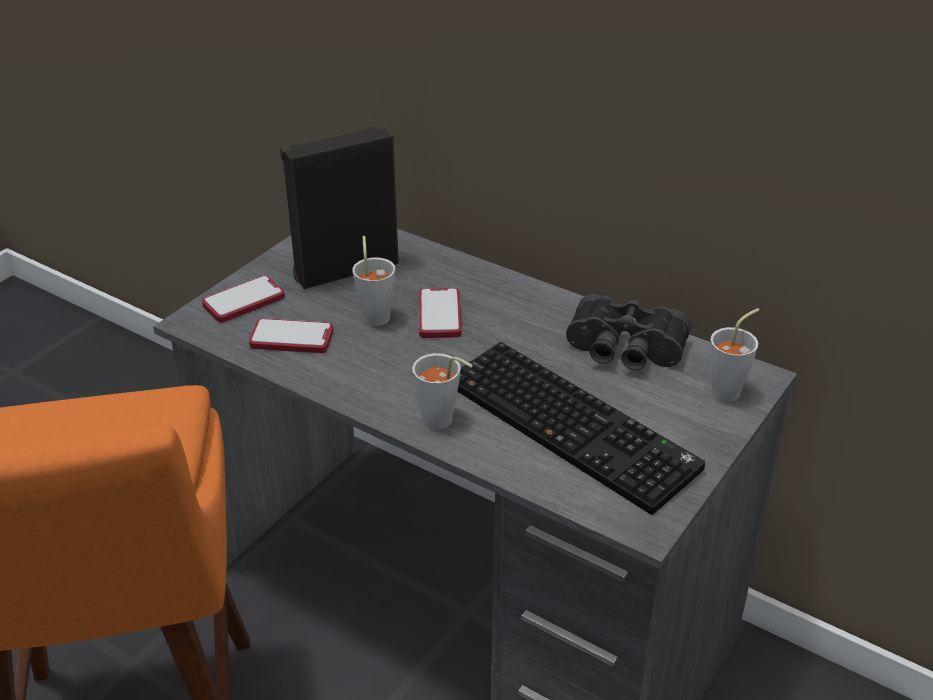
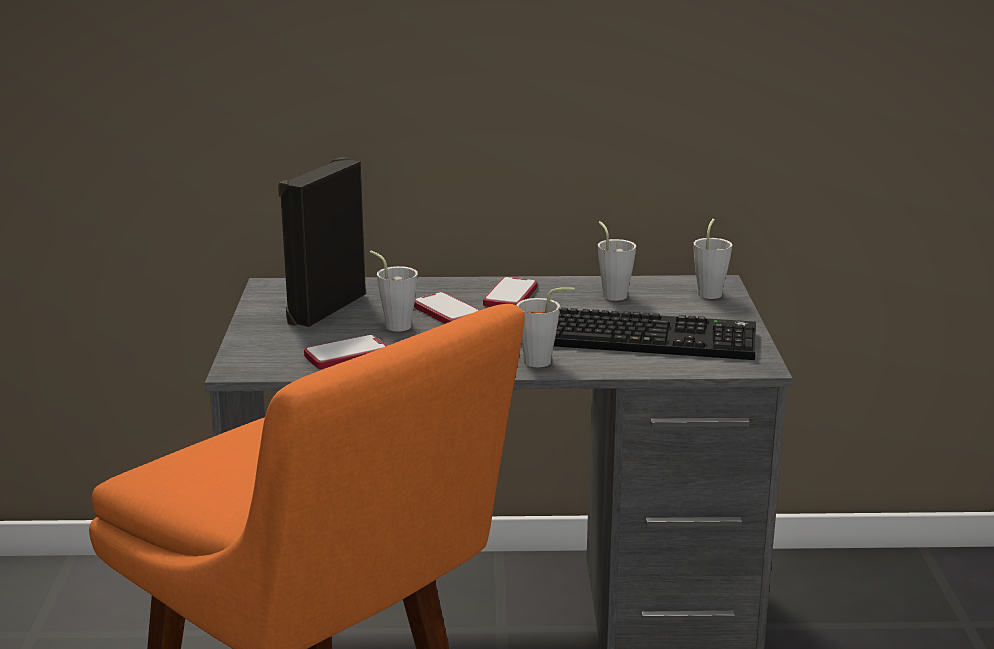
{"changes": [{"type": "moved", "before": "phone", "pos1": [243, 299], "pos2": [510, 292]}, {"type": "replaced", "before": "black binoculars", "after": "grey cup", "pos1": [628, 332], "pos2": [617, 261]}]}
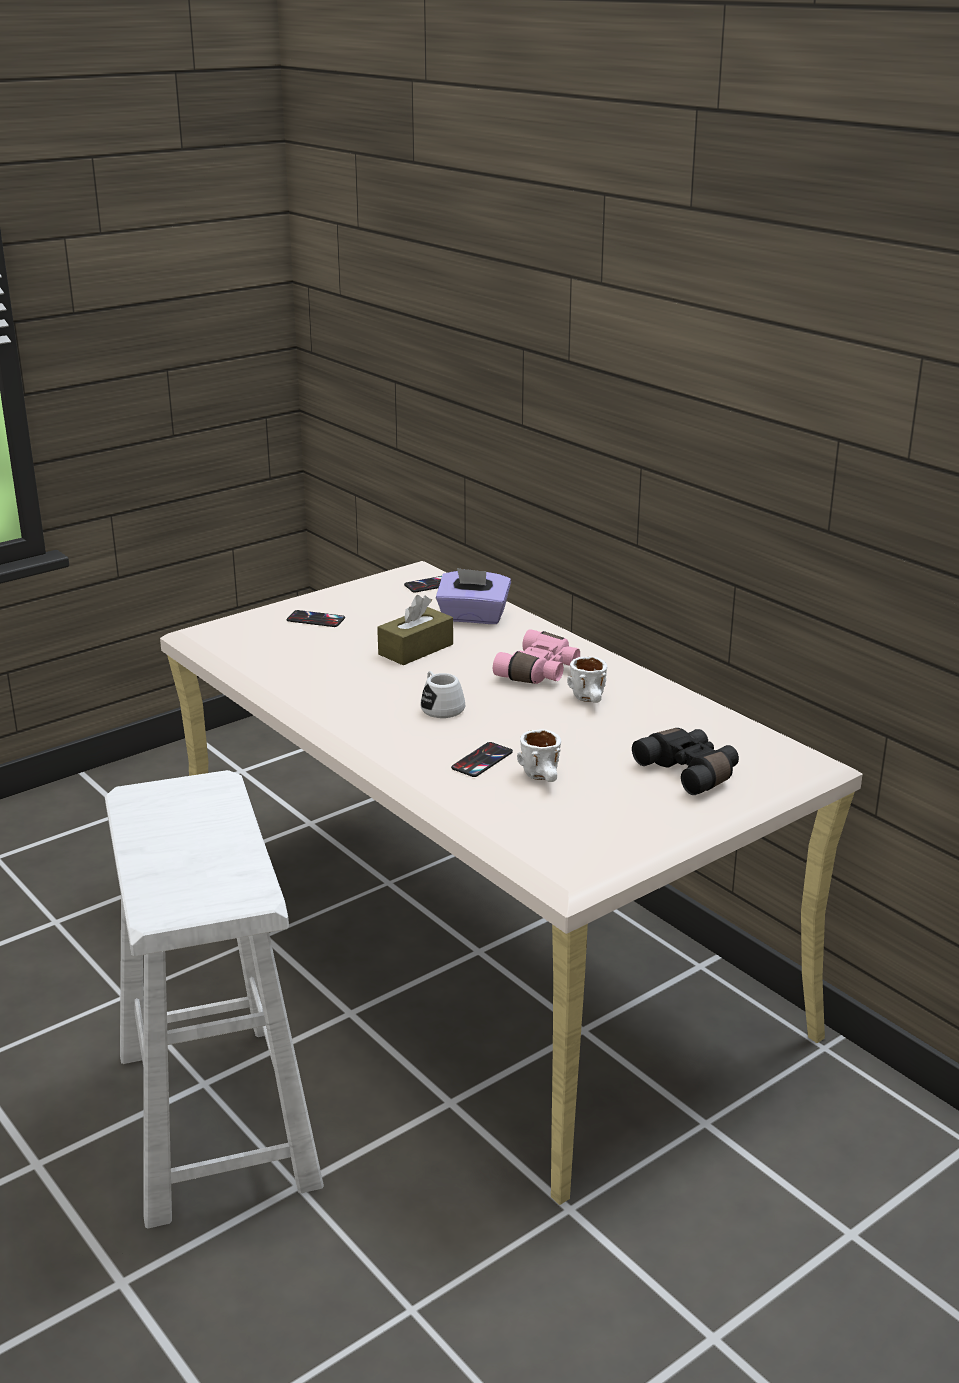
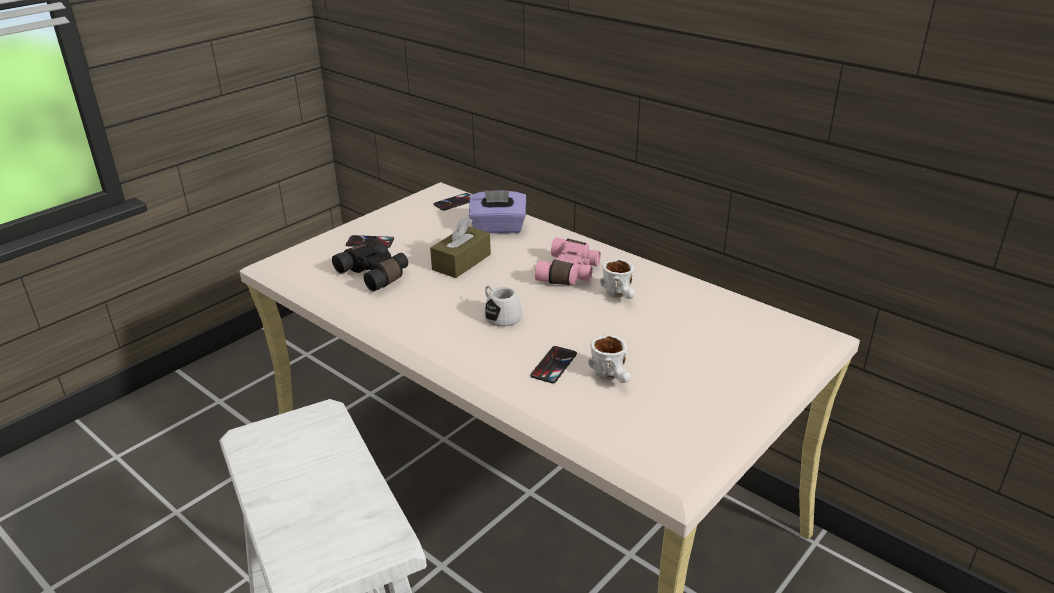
{"changes": [{"type": "moved", "before": "black binoculars", "pos1": [685, 761], "pos2": [370, 267]}]}
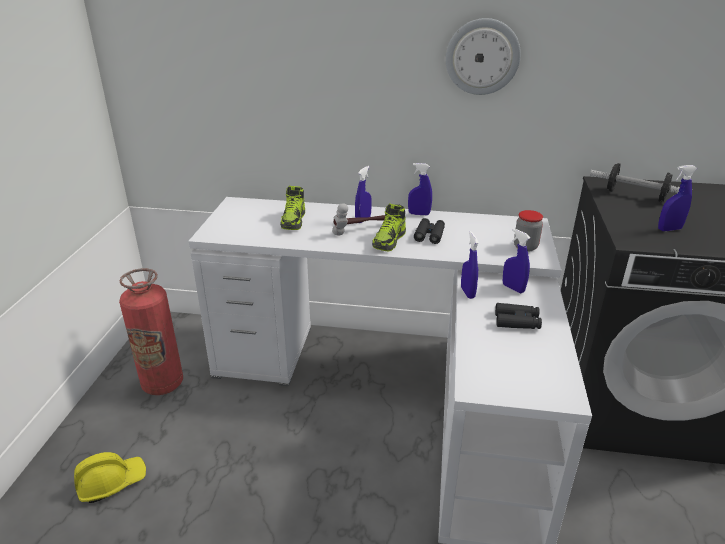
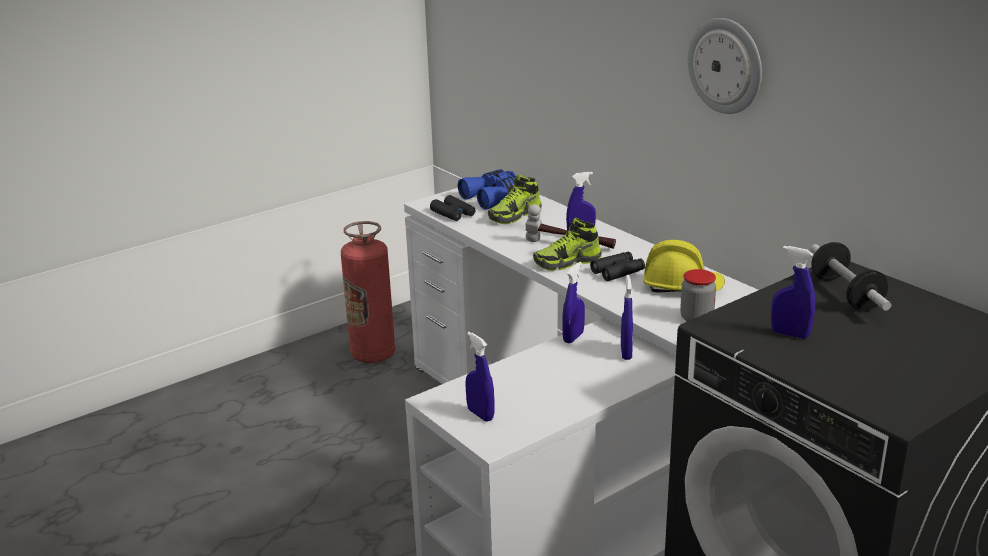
{"changes": [{"type": "moved", "before": "black binoculars", "pos1": [518, 316], "pos2": [453, 208]}, {"type": "added", "after": "blue binoculars", "pos2": [487, 189]}, {"type": "moved", "before": "blue spray bottle", "pos1": [420, 189], "pos2": [480, 377]}, {"type": "moved", "before": "yellow hard hat", "pos1": [110, 477], "pos2": [684, 266]}]}
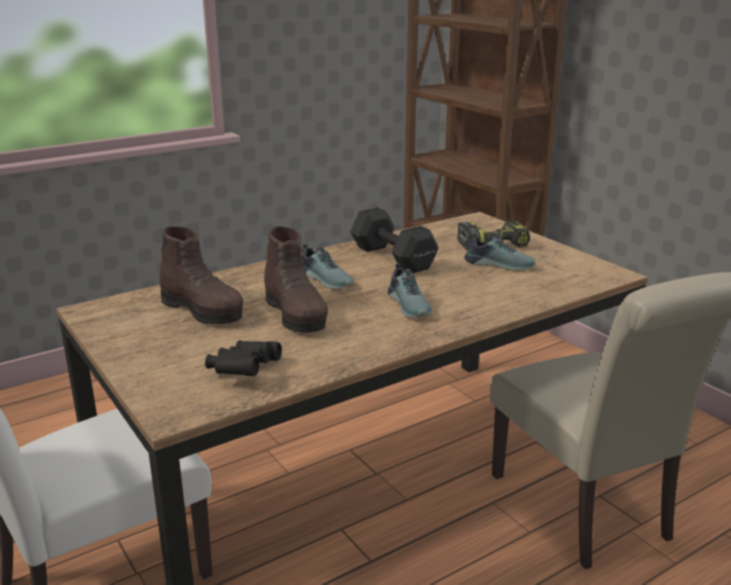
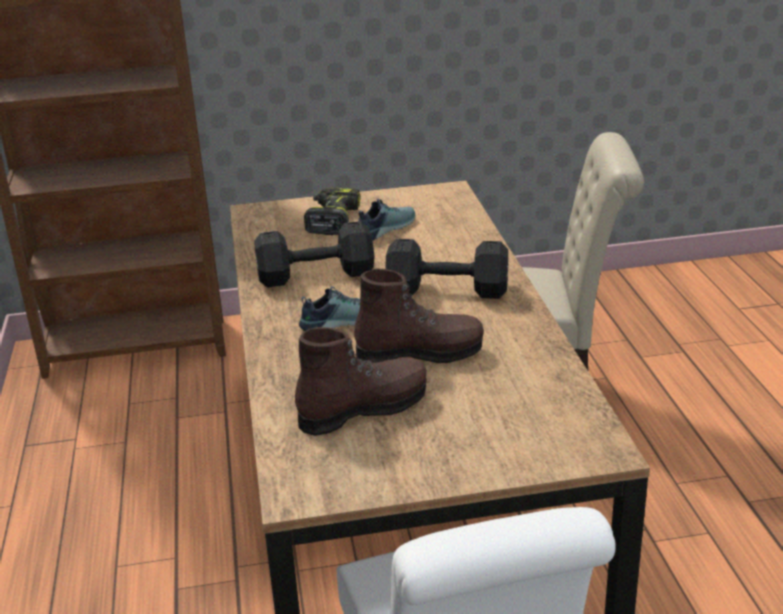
{"changes": [{"type": "replaced", "before": "shoe", "after": "black dumbbell", "pos1": [410, 290], "pos2": [447, 269]}, {"type": "removed", "before": "black binoculars", "pos1": [243, 358]}]}
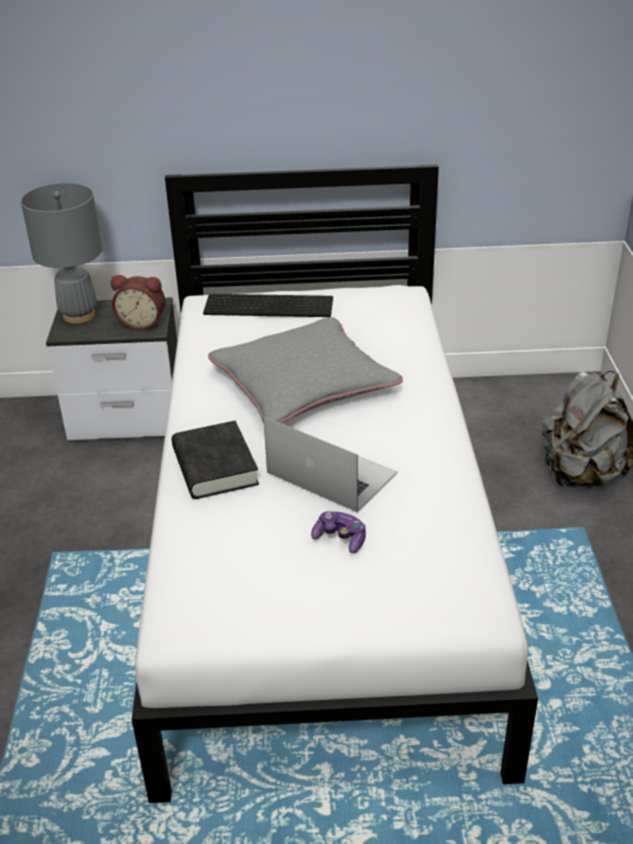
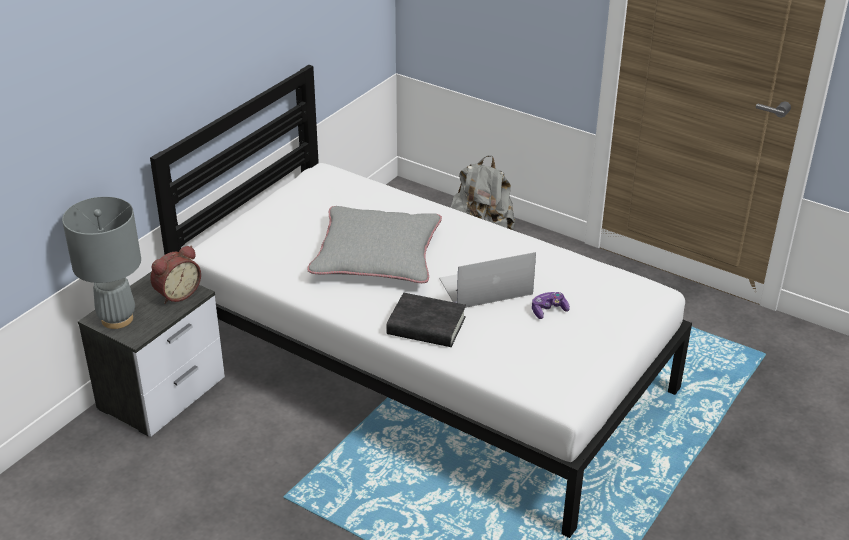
{"changes": [{"type": "removed", "before": "keyboard", "pos1": [268, 305]}]}
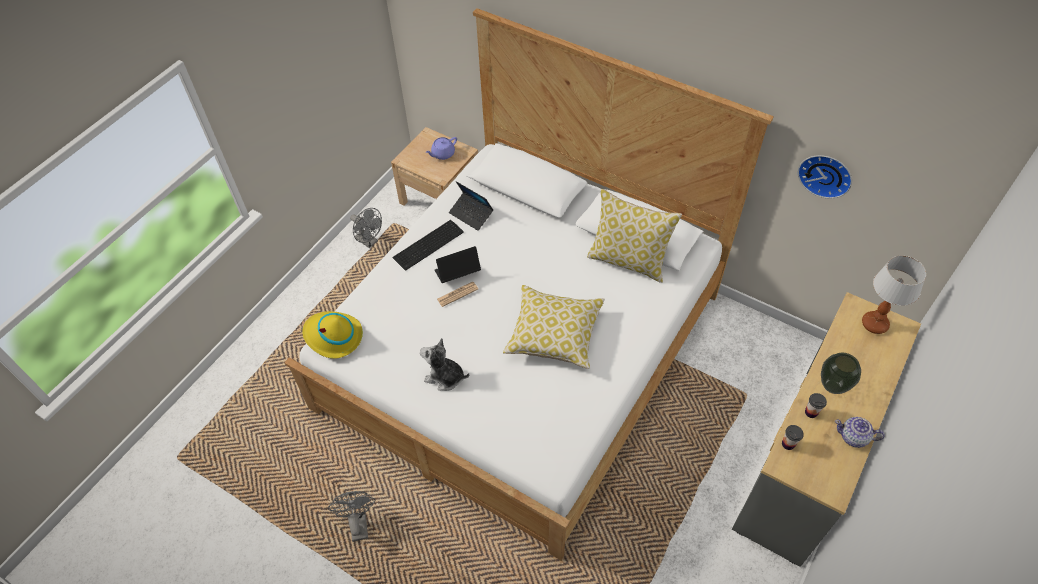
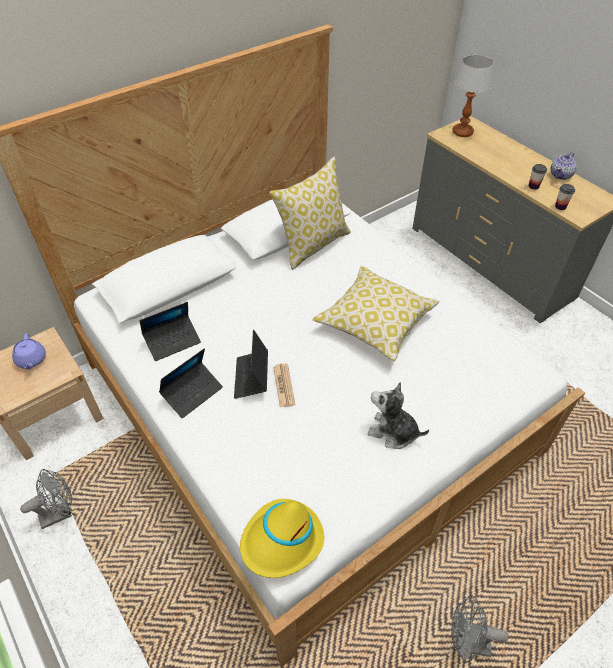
{"changes": [{"type": "replaced", "before": "keyboard", "after": "laptop", "pos1": [428, 245], "pos2": [191, 383]}, {"type": "turned", "before": "plush toy", "pos1": [444, 364], "pos2": [398, 415], "turn": 75}, {"type": "removed", "before": "wall clock", "pos1": [825, 176]}, {"type": "removed", "before": "vase", "pos1": [841, 373]}]}
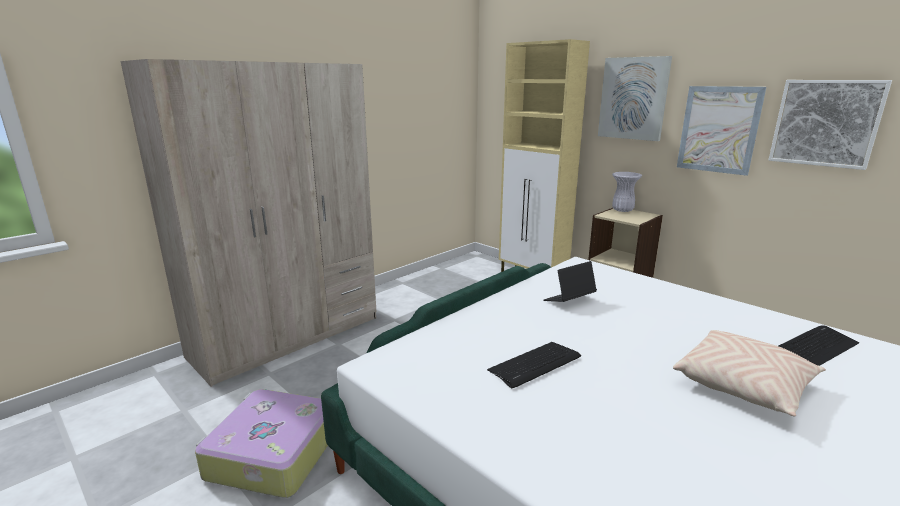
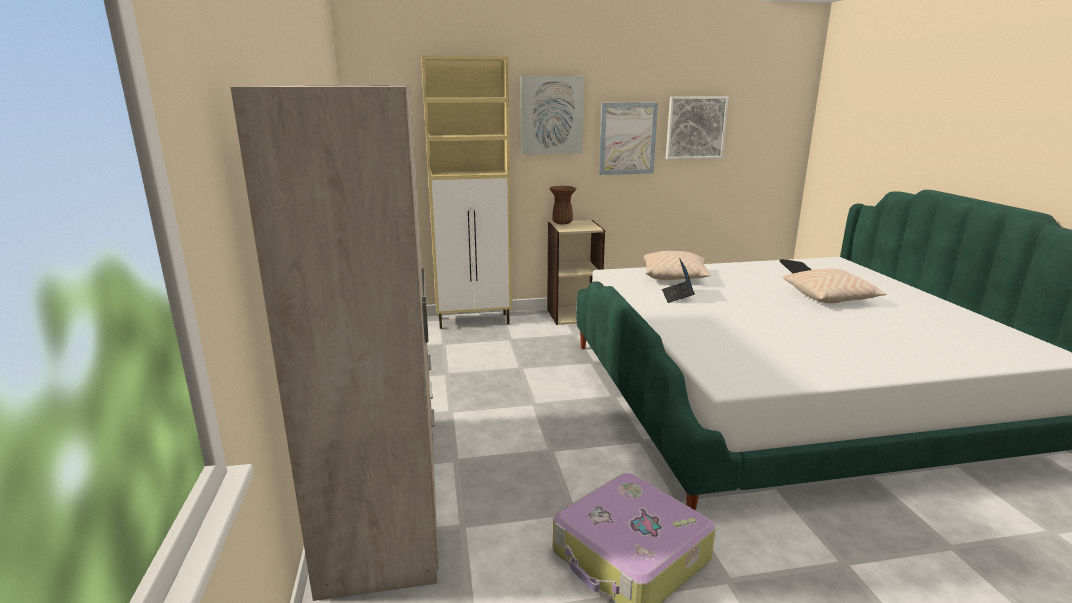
{"changes": [{"type": "recoloured", "before": "white vase", "after": "brown vase", "pos1": [627, 192], "pos2": [563, 205]}, {"type": "added", "after": "beige pillow", "pos2": [677, 265]}, {"type": "removed", "before": "keyboard", "pos1": [534, 365]}]}
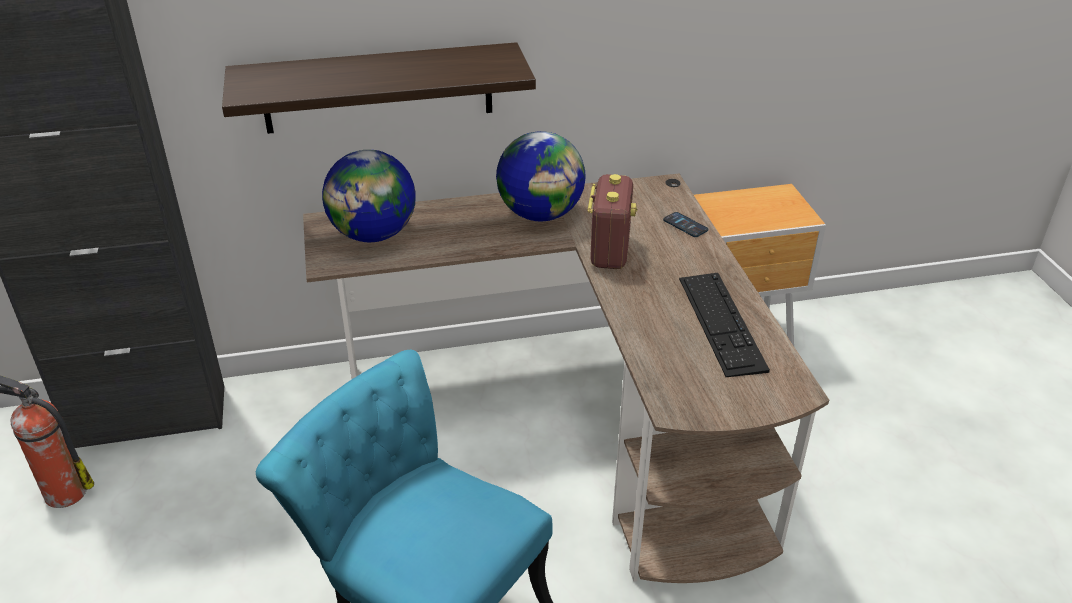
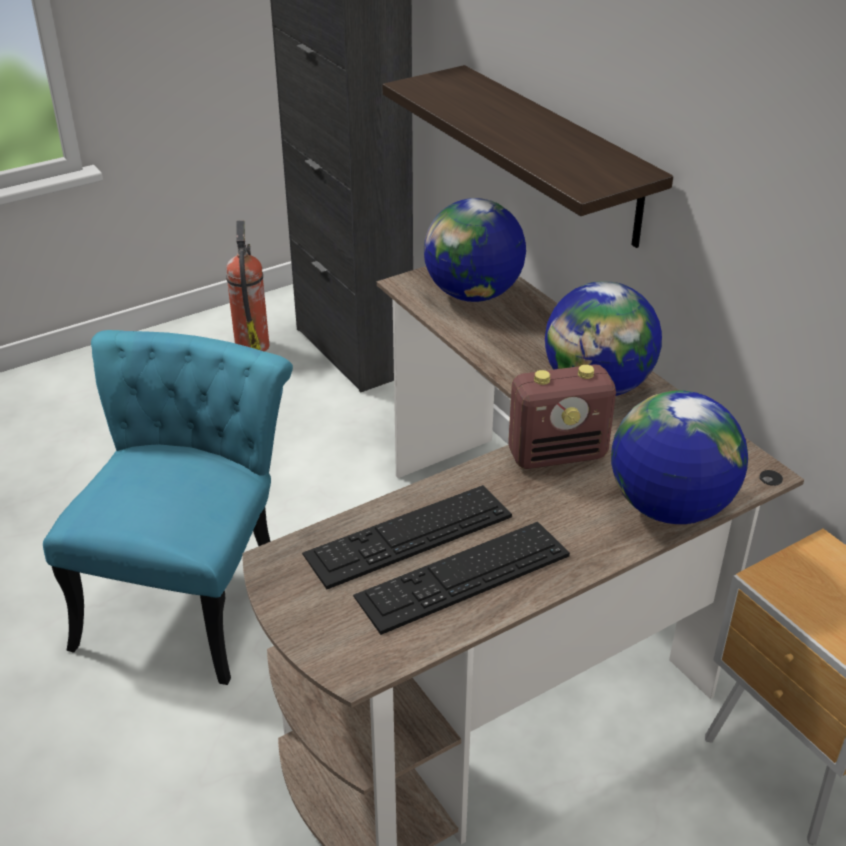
{"changes": [{"type": "added", "after": "keyboard", "pos2": [407, 537]}, {"type": "replaced", "before": "phone", "after": "globe", "pos1": [685, 224], "pos2": [679, 457]}]}
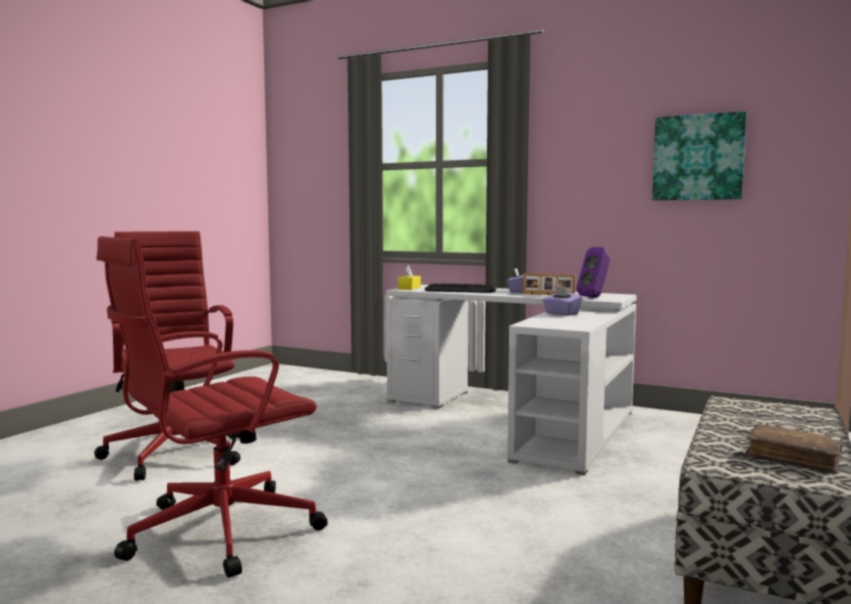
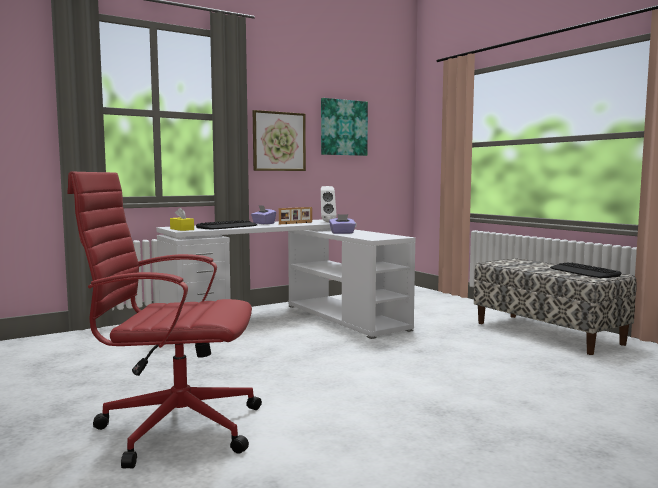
{"changes": [{"type": "added", "after": "picture", "pos2": [279, 140]}, {"type": "recoloured", "before": "purple speaker", "after": "white speaker", "pos1": [593, 272], "pos2": [329, 204]}, {"type": "replaced", "before": "brown book", "after": "keyboard", "pos1": [794, 449], "pos2": [585, 270]}, {"type": "removed", "before": "red office chair", "pos1": [212, 407]}]}
